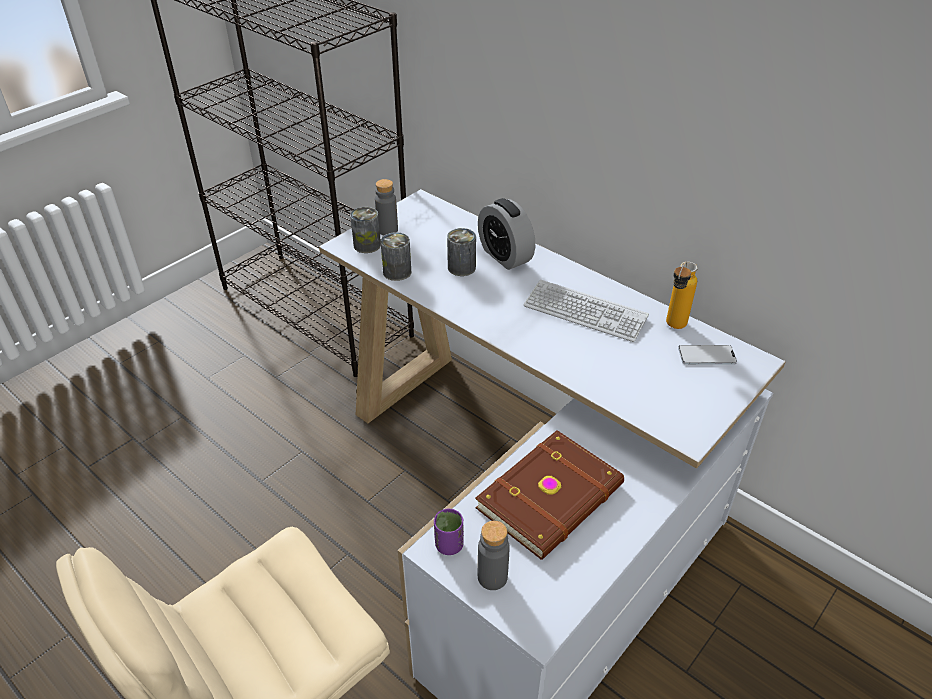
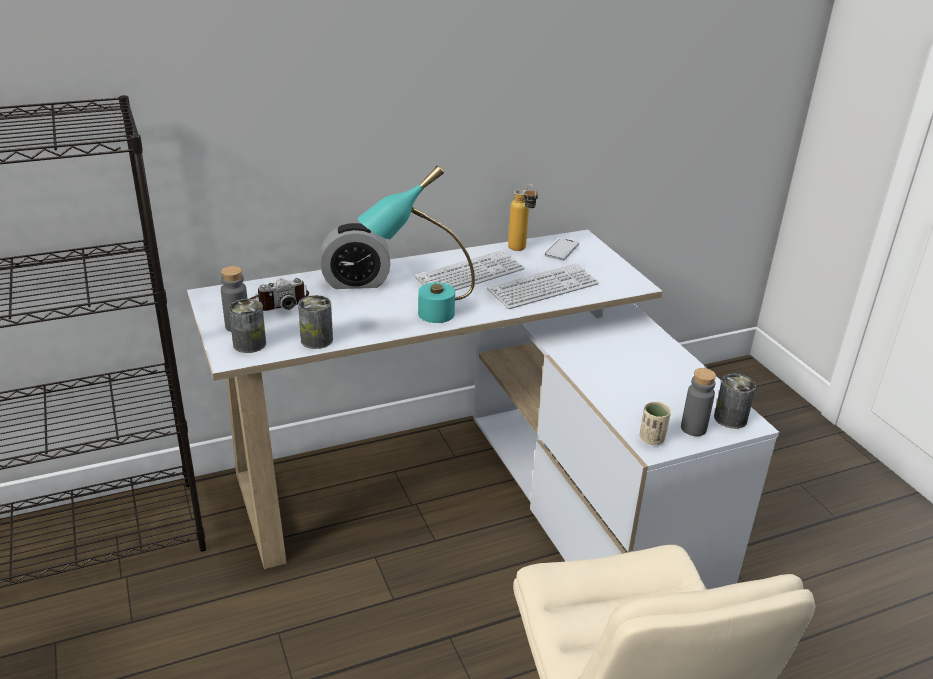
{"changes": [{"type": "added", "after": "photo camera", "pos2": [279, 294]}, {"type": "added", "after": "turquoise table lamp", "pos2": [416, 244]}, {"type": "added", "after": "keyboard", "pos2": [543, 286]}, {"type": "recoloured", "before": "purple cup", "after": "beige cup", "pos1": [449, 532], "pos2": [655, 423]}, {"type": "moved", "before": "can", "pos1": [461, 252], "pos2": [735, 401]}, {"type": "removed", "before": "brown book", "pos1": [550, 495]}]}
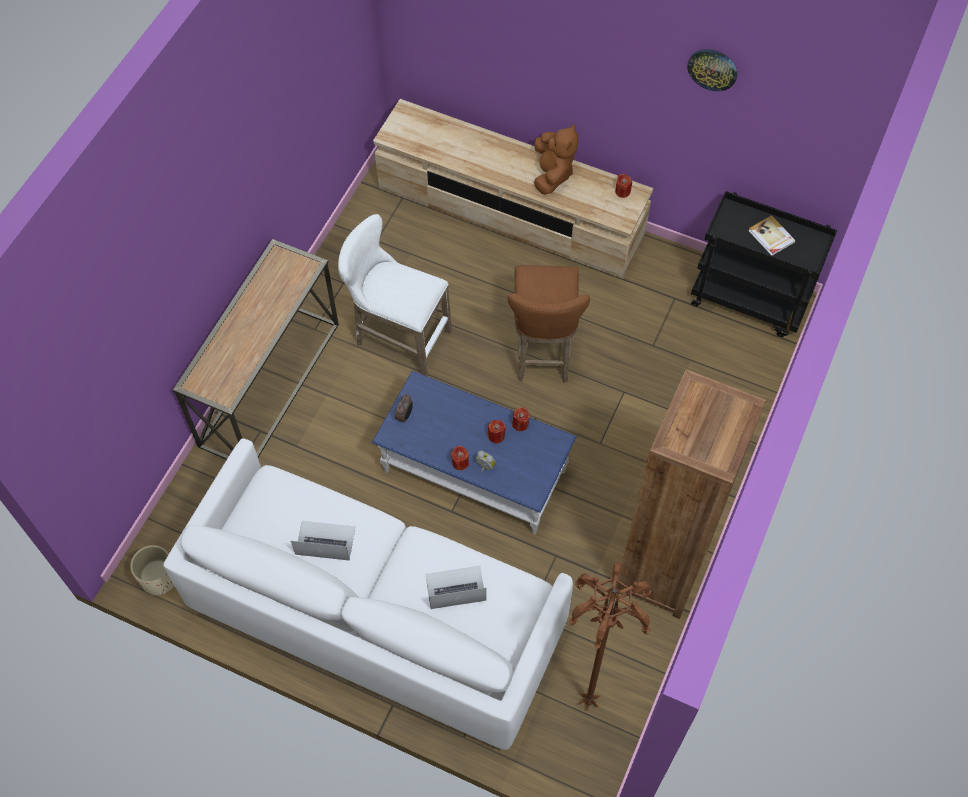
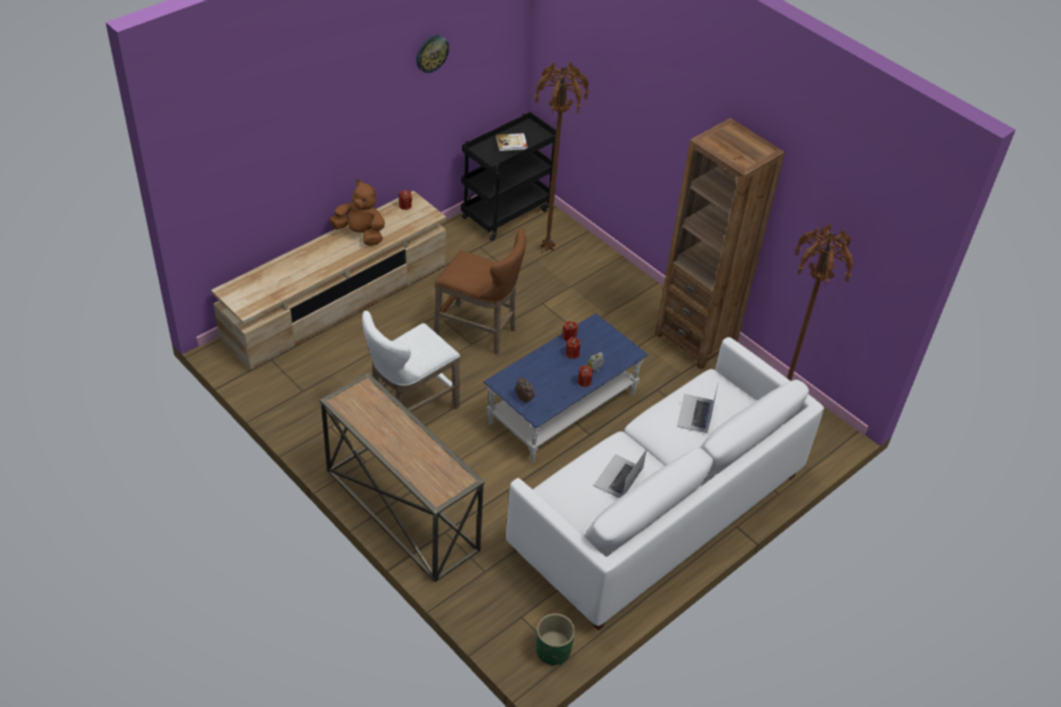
{"changes": [{"type": "added", "after": "brown floor lamp", "pos2": [561, 156]}, {"type": "recoloured", "before": "beige planter", "after": "green planter", "pos1": [152, 570], "pos2": [555, 639]}]}
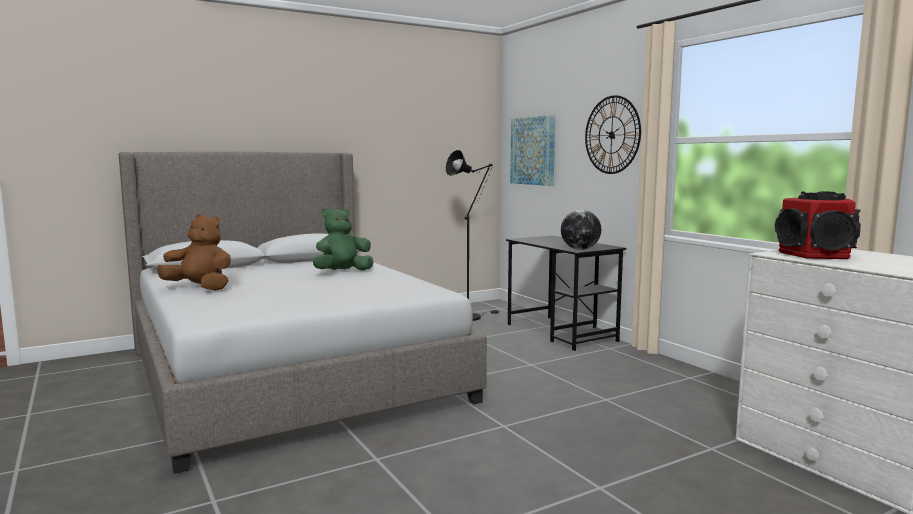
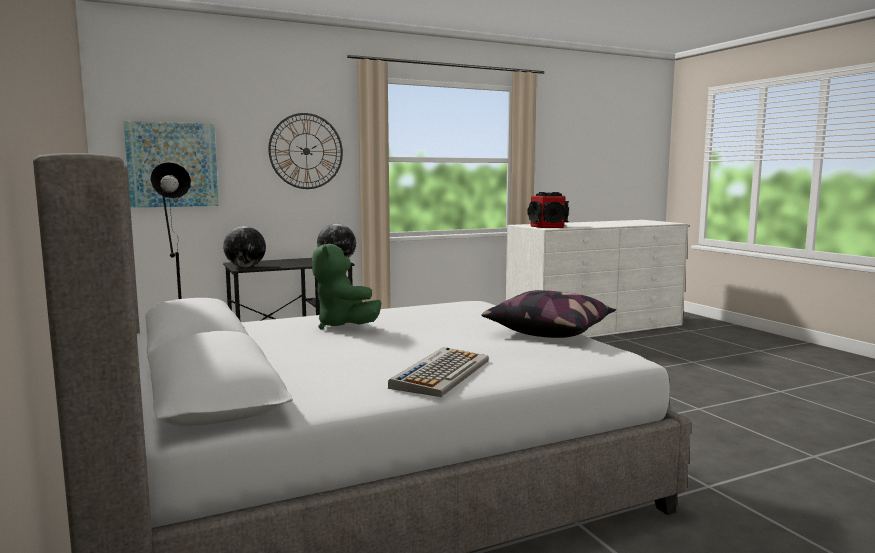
{"changes": [{"type": "added", "after": "globe", "pos2": [244, 246]}, {"type": "replaced", "before": "brown plush toy", "after": "keyboard", "pos1": [194, 252], "pos2": [438, 372]}, {"type": "added", "after": "pillow", "pos2": [548, 314]}]}
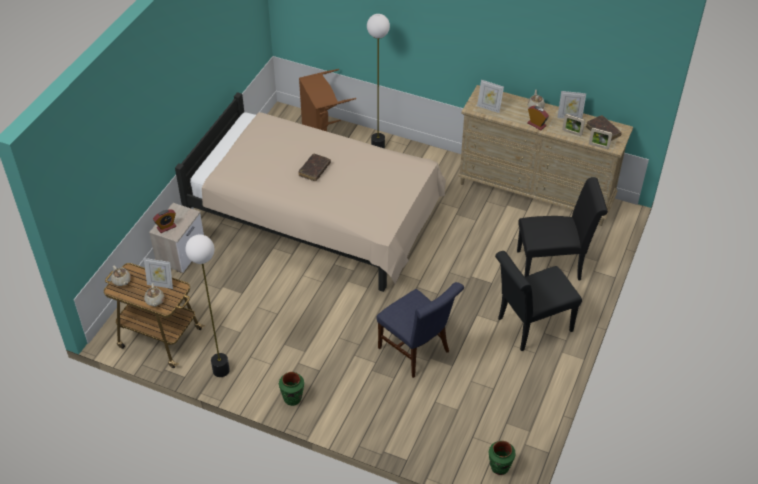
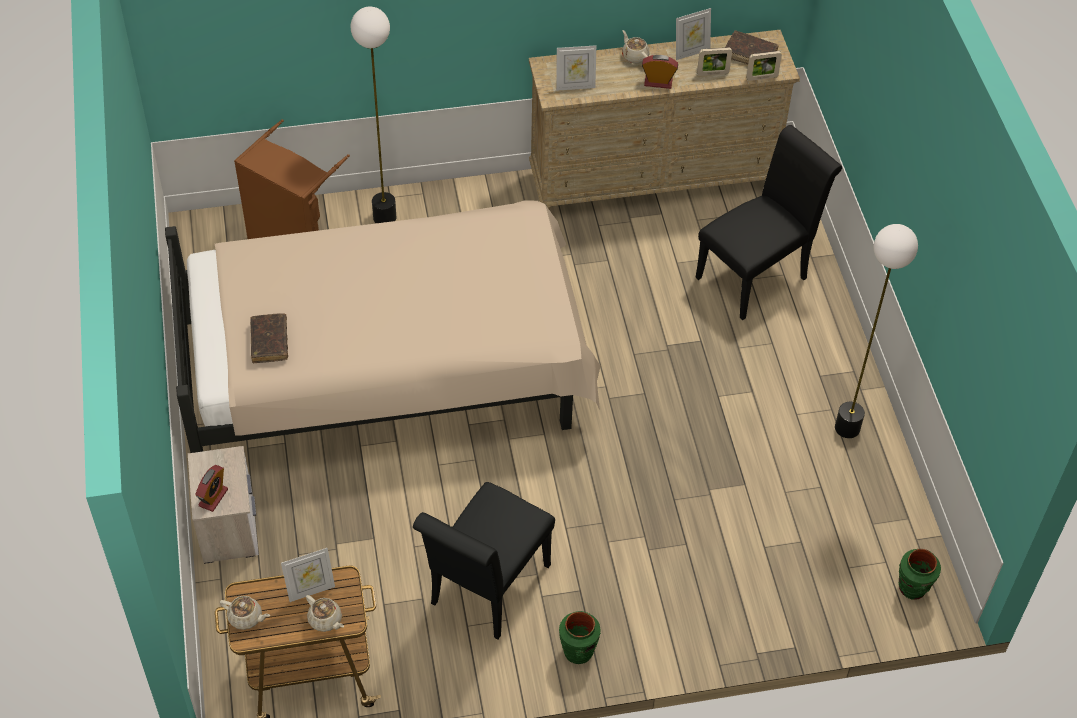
{"changes": [{"type": "moved", "before": "brown book", "pos1": [314, 167], "pos2": [269, 338]}, {"type": "moved", "before": "black chair", "pos1": [538, 301], "pos2": [484, 560]}, {"type": "moved", "before": "floor lamp", "pos1": [207, 305], "pos2": [876, 331]}, {"type": "removed", "before": "blue chair", "pos1": [420, 330]}]}
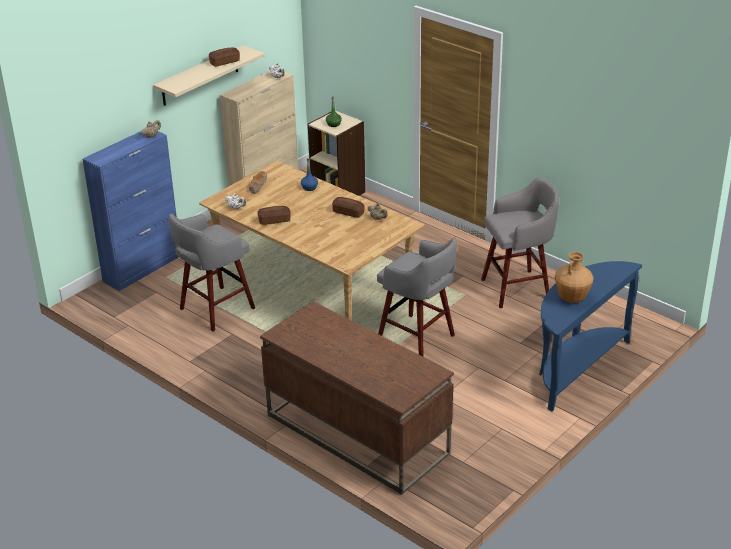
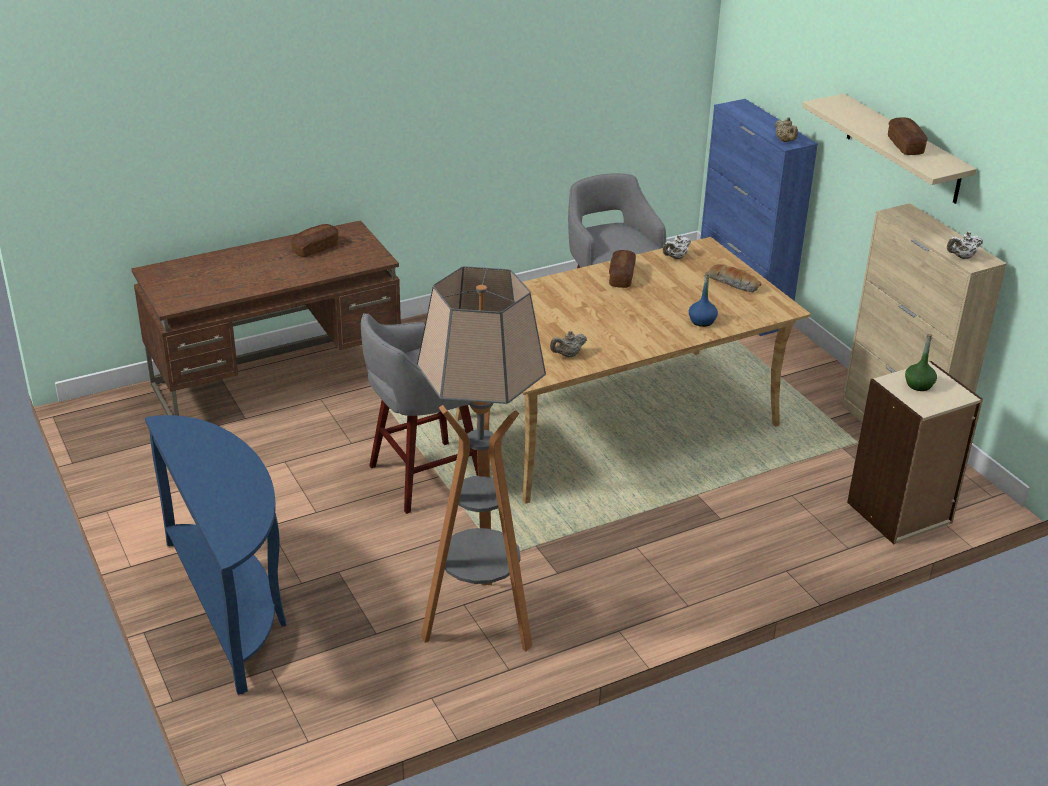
{"changes": [{"type": "moved", "before": "bread", "pos1": [348, 207], "pos2": [314, 240]}, {"type": "replaced", "before": "grey stool", "after": "floor lamp", "pos1": [520, 242], "pos2": [481, 459]}, {"type": "removed", "before": "brown vase", "pos1": [574, 277]}]}
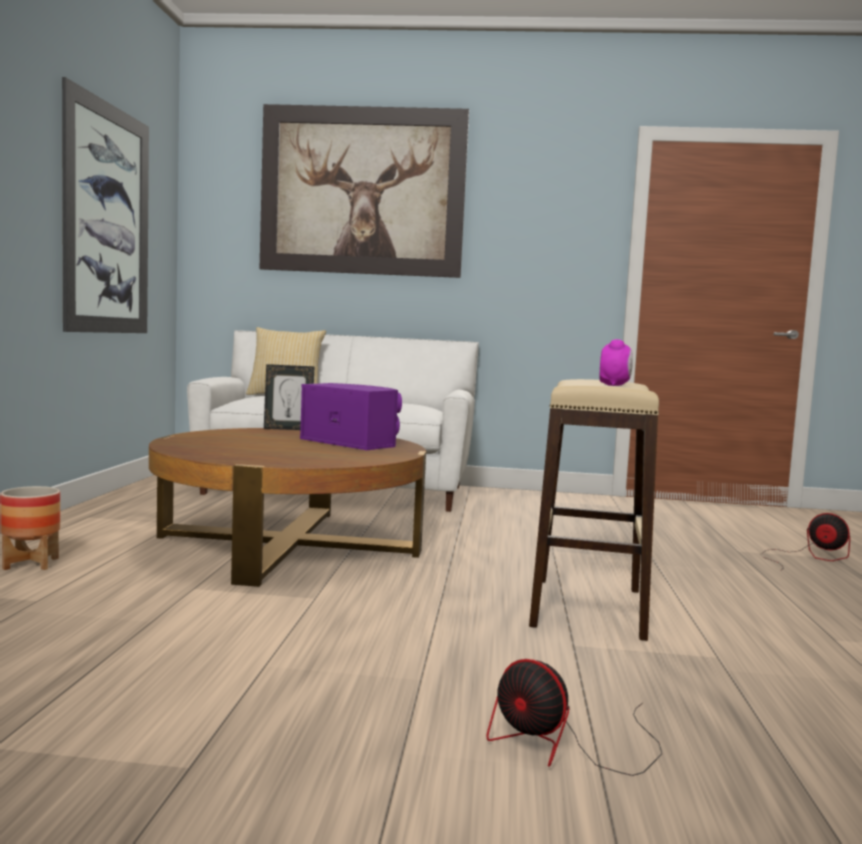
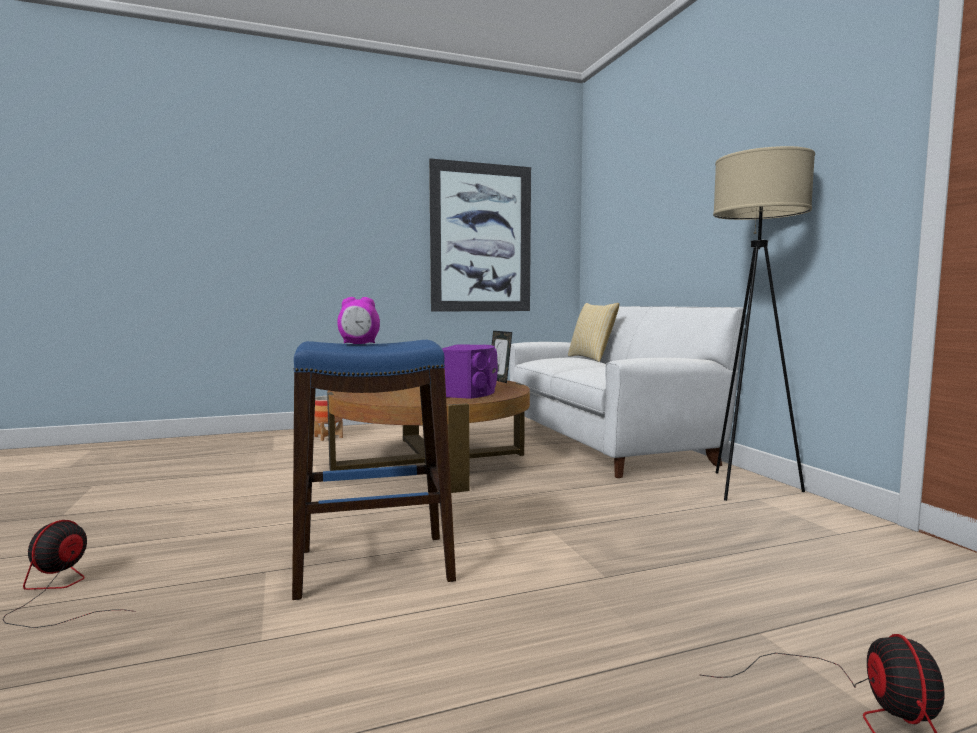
{"changes": [{"type": "recoloured", "before": "beige stool", "after": "blue stool", "pos1": [594, 510], "pos2": [374, 470]}, {"type": "added", "after": "beige floor lamp", "pos2": [764, 323]}, {"type": "removed", "before": "picture", "pos1": [364, 191]}]}
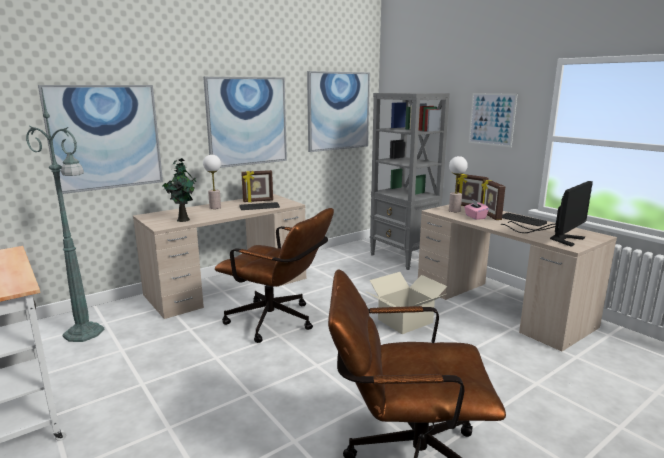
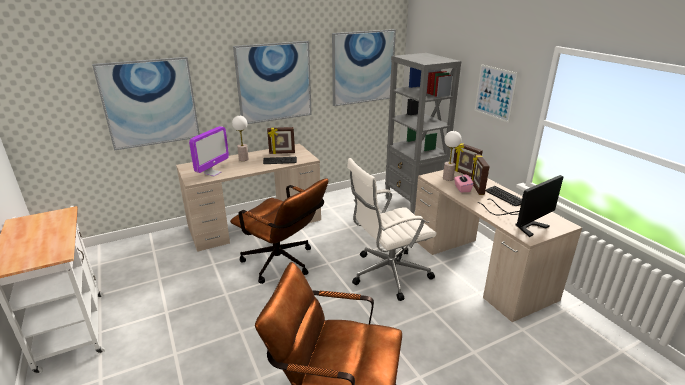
{"changes": [{"type": "replaced", "before": "potted plant", "after": "monitor", "pos1": [179, 190], "pos2": [209, 151]}, {"type": "replaced", "before": "cardboard box", "after": "white office chair", "pos1": [407, 303], "pos2": [392, 229]}, {"type": "removed", "before": "green floor lamp", "pos1": [65, 214]}]}
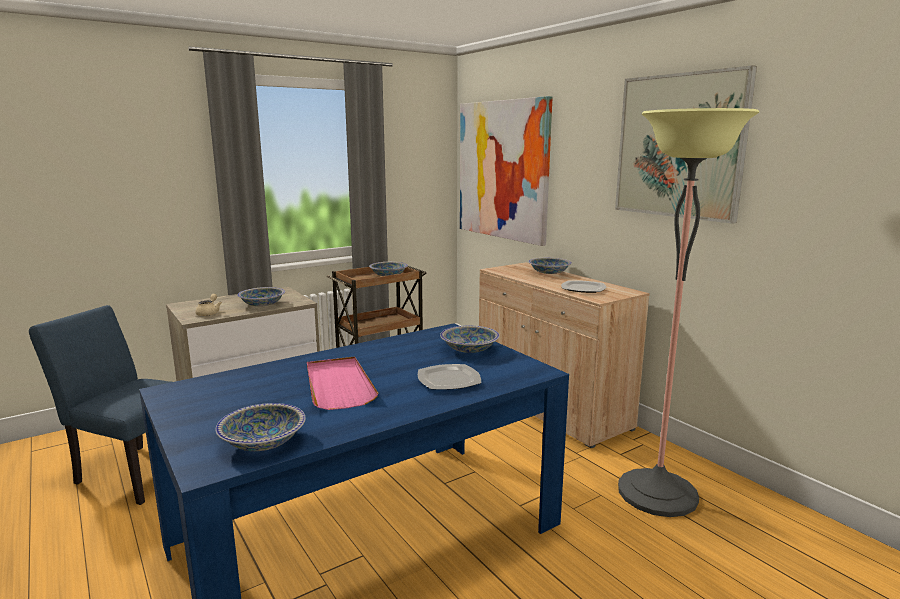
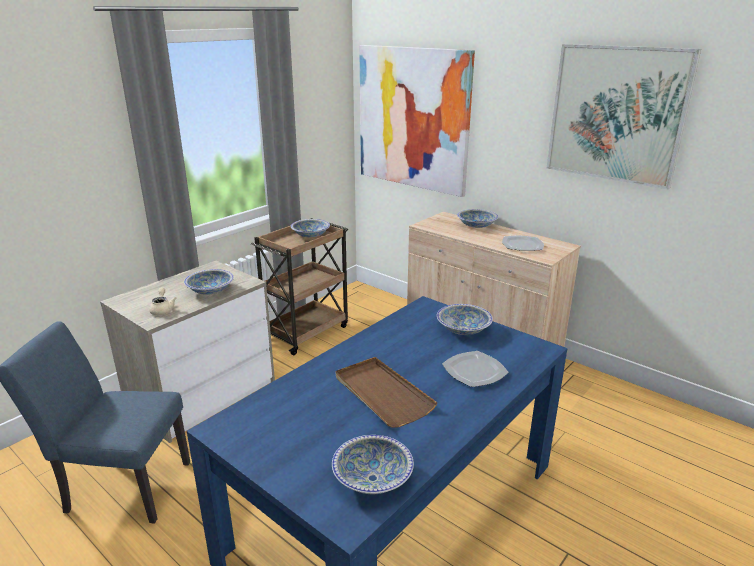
{"changes": [{"type": "recoloured", "before": "pink tray", "after": "brown tray", "pos1": [343, 383], "pos2": [386, 392]}, {"type": "removed", "before": "floor lamp", "pos1": [688, 312]}]}
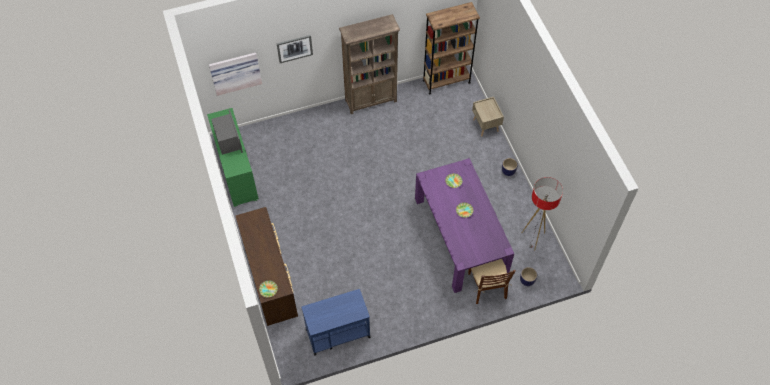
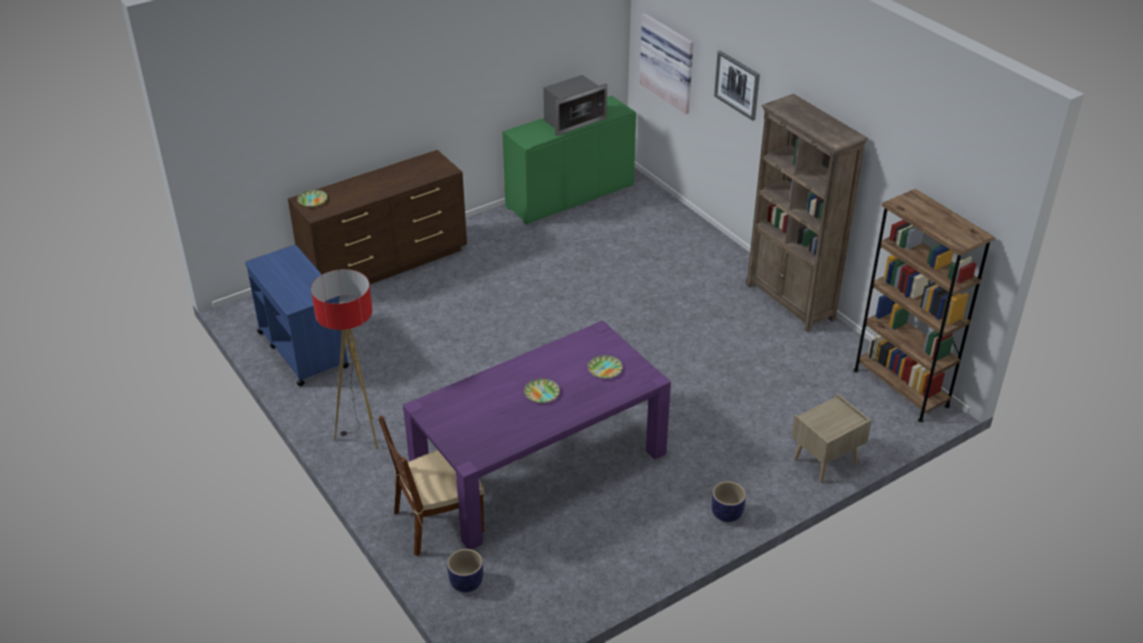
{"changes": [{"type": "moved", "before": "floor lamp", "pos1": [542, 214], "pos2": [344, 359]}]}
